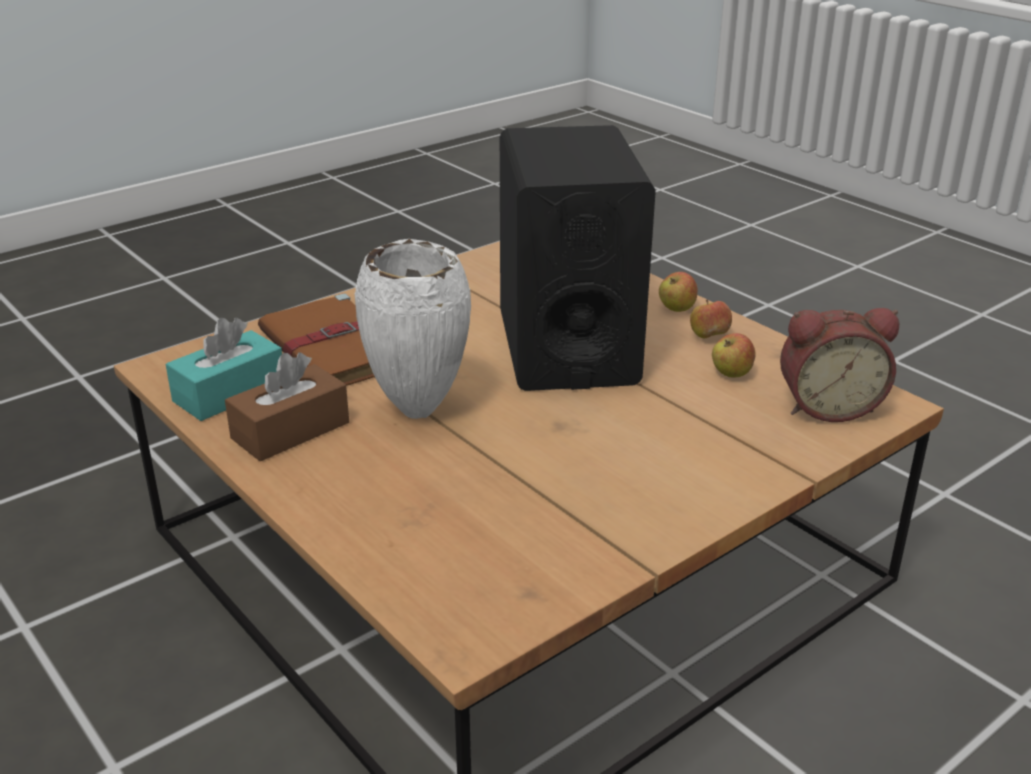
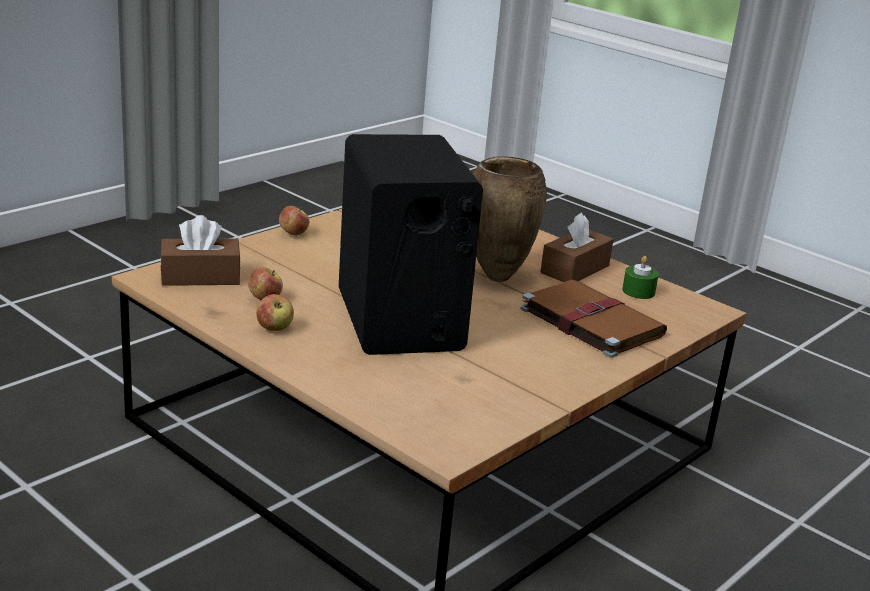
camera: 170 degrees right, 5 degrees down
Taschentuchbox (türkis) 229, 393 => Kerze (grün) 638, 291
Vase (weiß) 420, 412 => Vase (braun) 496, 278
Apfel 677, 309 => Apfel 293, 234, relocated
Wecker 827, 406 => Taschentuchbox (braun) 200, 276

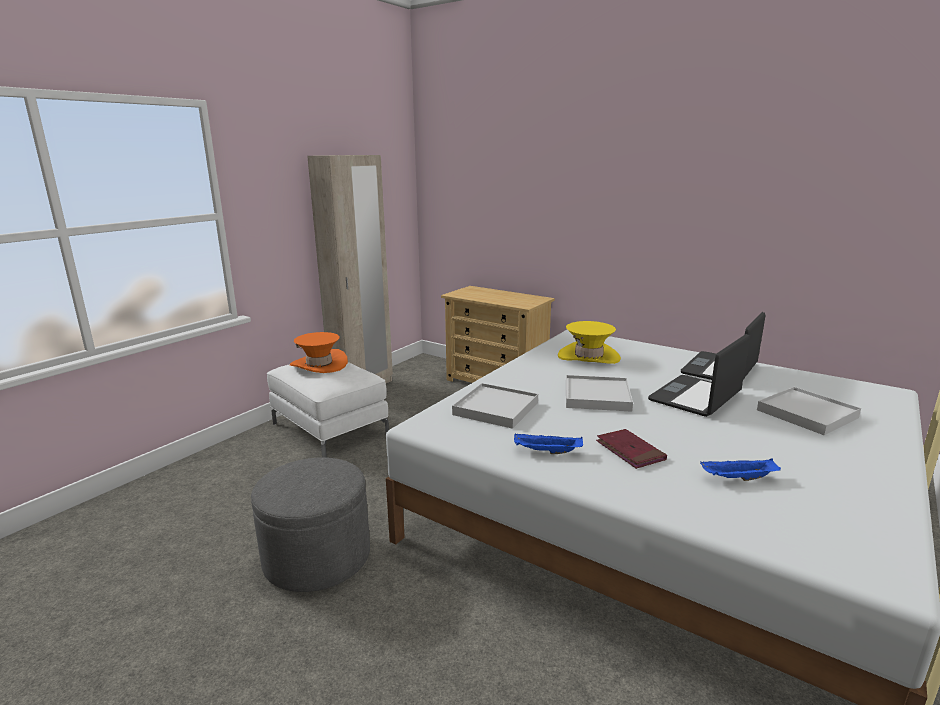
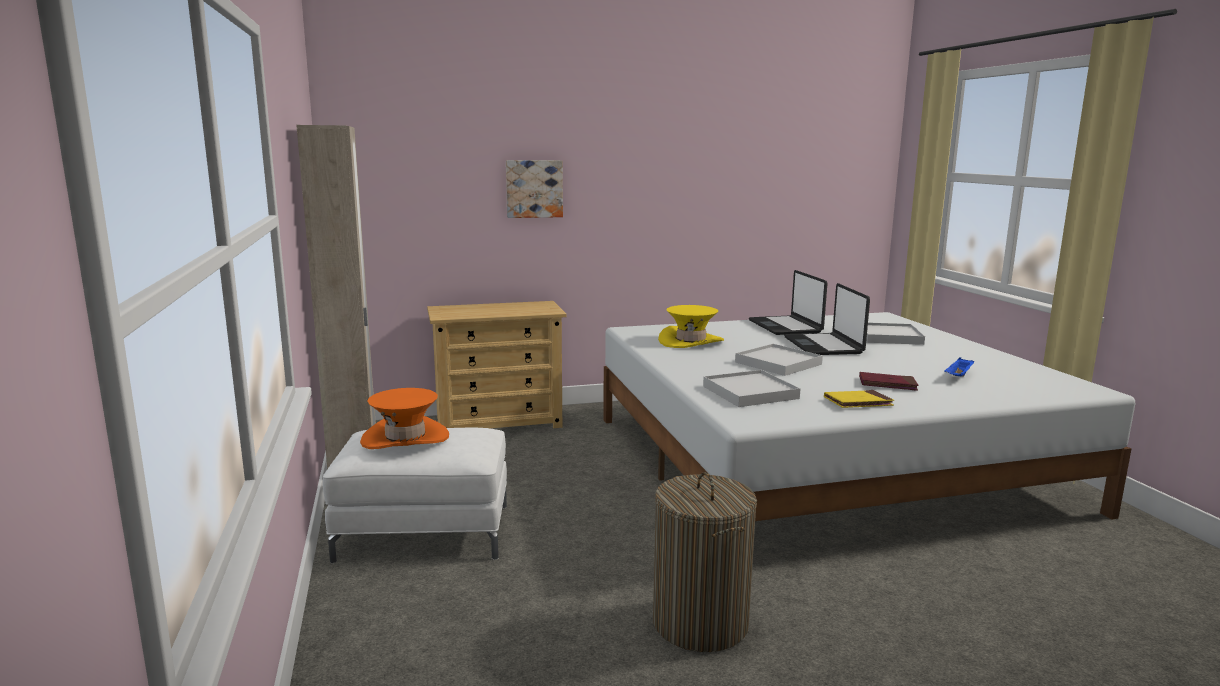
camera: 50 degrees left, 5 degrees down
Polsterhocker (grau) 317, 557 => Wäschekorb 700, 623
Tablett (blau) 546, 452 => Buch (gelb) 858, 402
nothing => Bild 534, 188

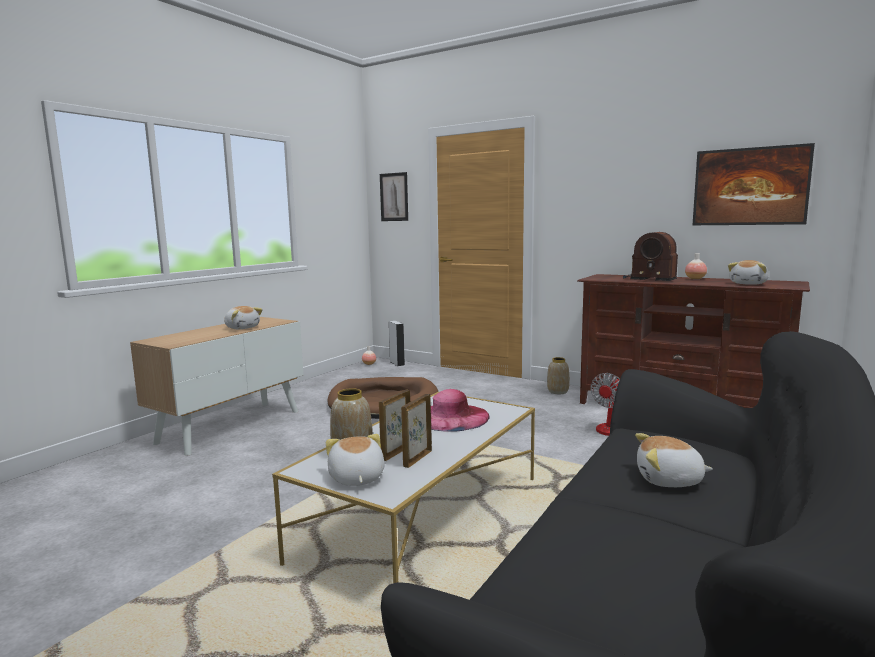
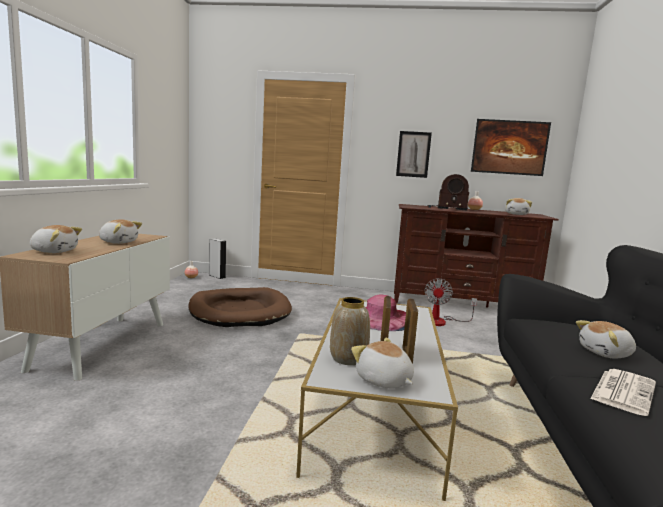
camera: 25 degrees left, 0 degrees up
Bild 394, 197 => Bild 413, 154, relocated
Vase 558, 392 => nothing
nothing => Plüschtier 54, 251
nothing => Zeitung 623, 391

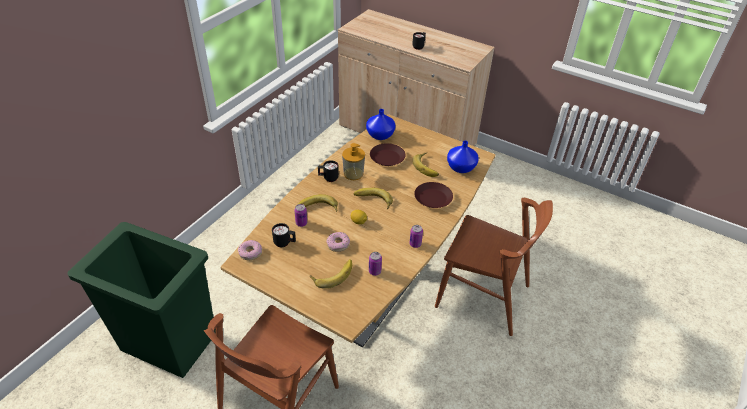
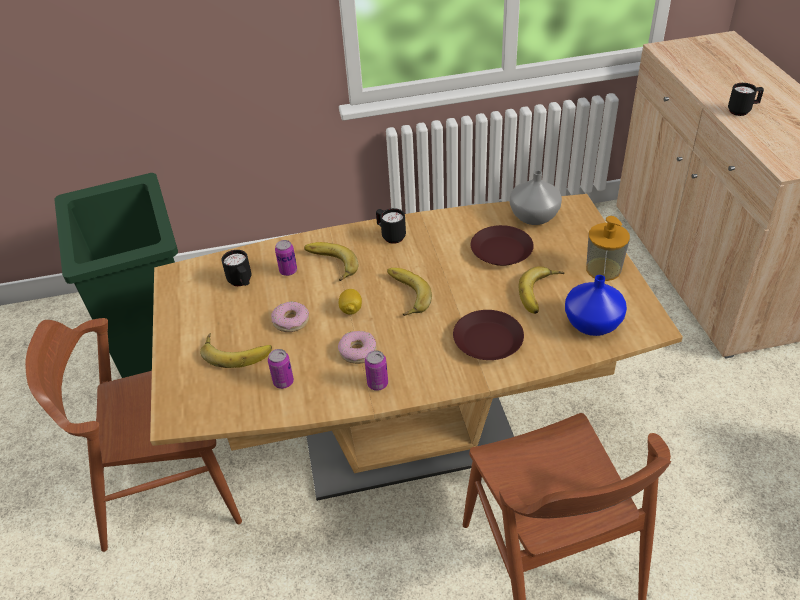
camera: 50 degrees right, 0 degrees up
Donut 250, 253 => Donut 358, 351, relocated
Seifenspender 353, 174 => Seifenspender 603, 269, relocated
Vase (blau) 380, 135 => Vase (grau) 533, 217

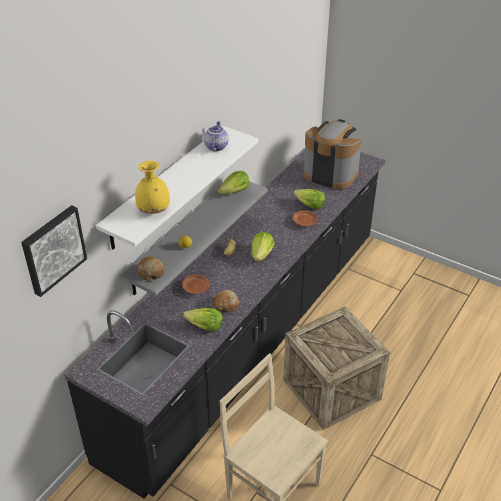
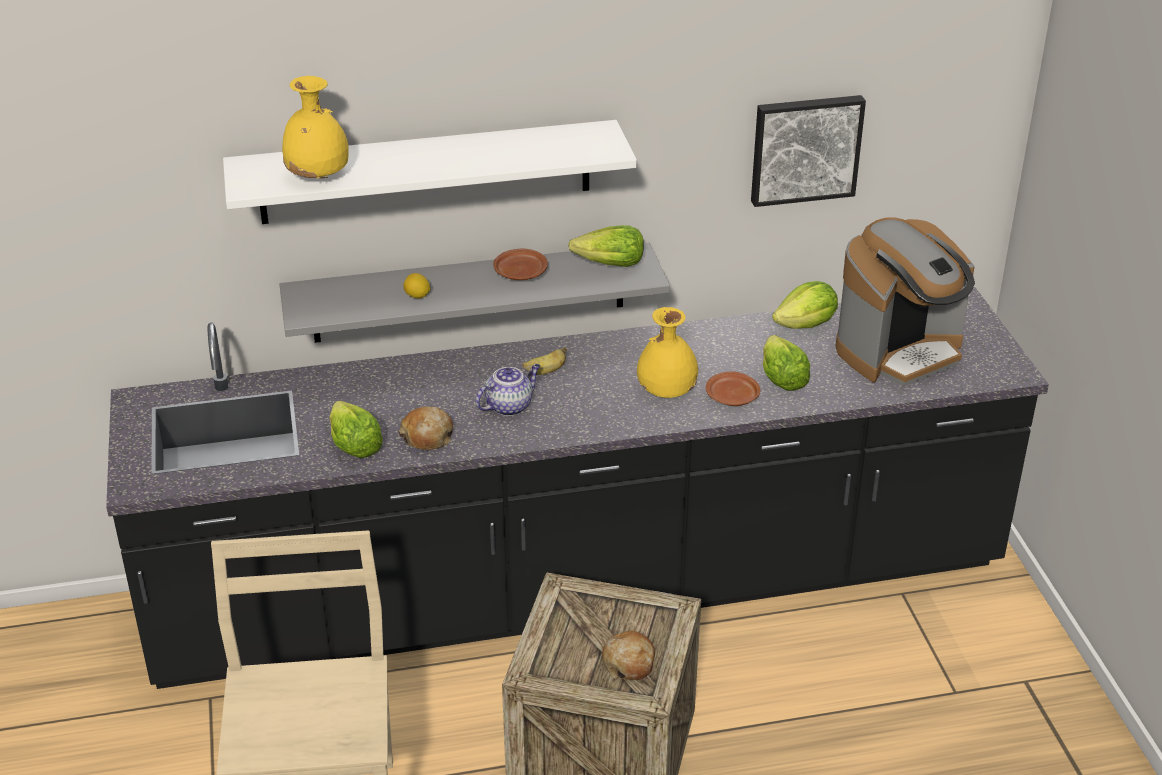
camera: 45 degrees right, 5 degrees down
Bild 53, 249 => Bild 805, 148, relocated
Brot 150, 272 => Brot 629, 662, relocated
Teller (braun) 195, 288 => Teller (braun) 520, 273, relocated
Teekanne 216, 146 => Teekanne 509, 406, relocated
Salatkopf 262, 254 => Salatkopf 806, 325, relocated
Kaffeemaschine 330, 174 => Kaffeemaschine 900, 352, 75 degrees clockwise
nothing => Vase (gelb) 666, 392

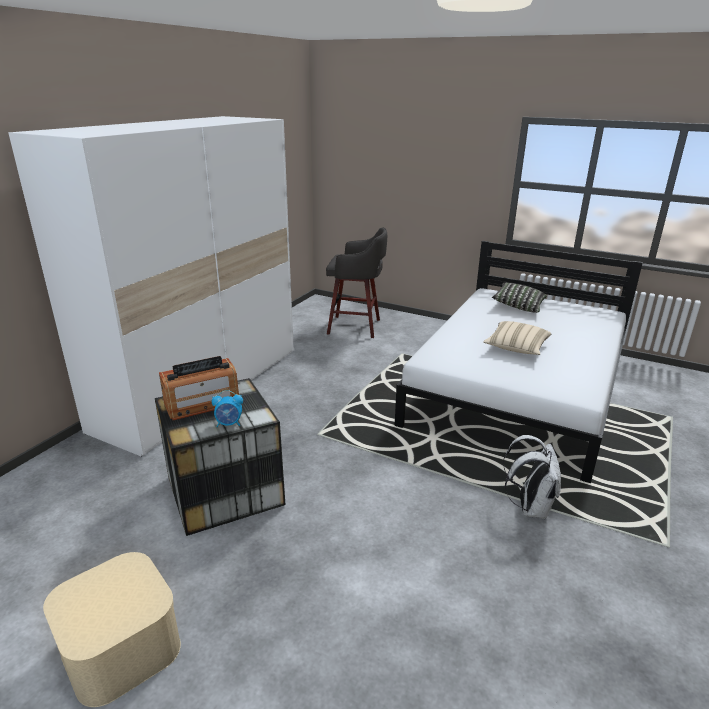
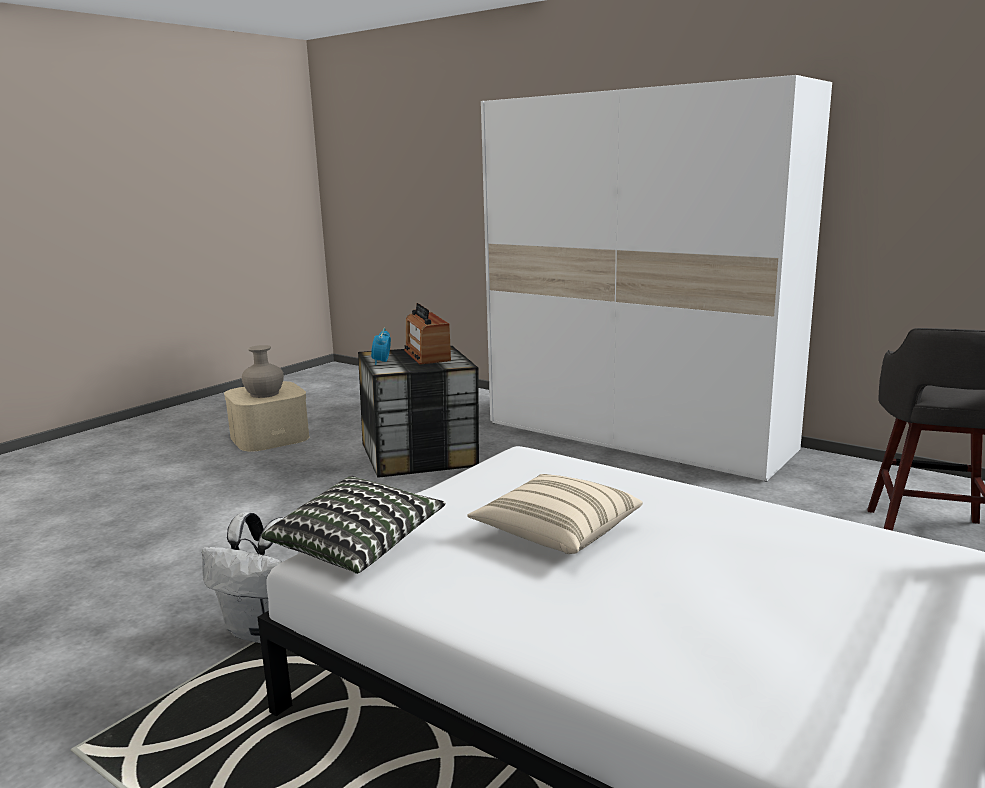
camera: 100 degrees right, 10 degrees down
Kissen 518, 306 => Kissen 357, 546, relocated
nothing => Vase (beige) 264, 393

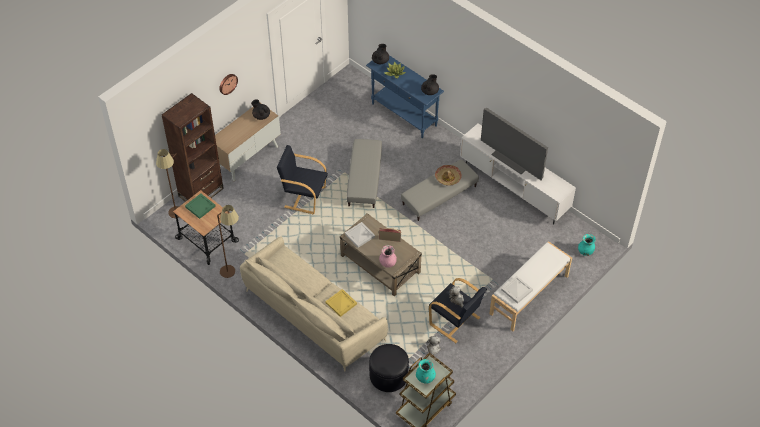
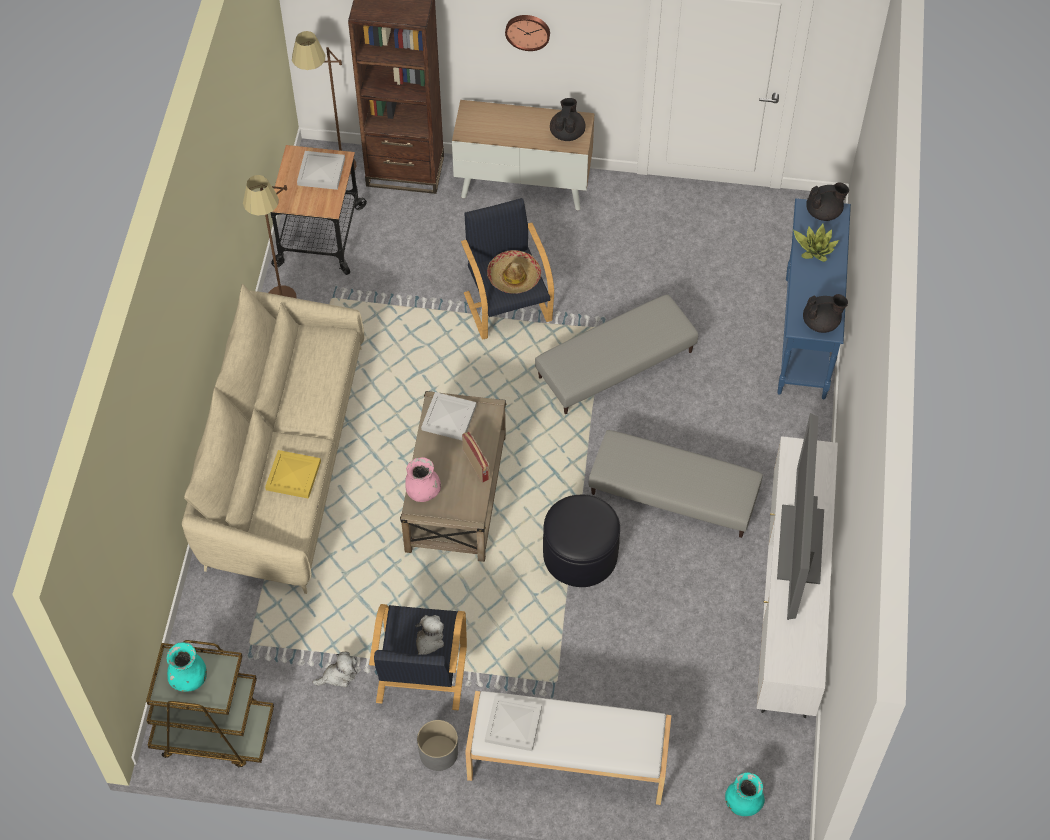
camera: 55 degrees right, 5 degrees up
Tablett (grün) 200, 206 => Tablett (weiß) 321, 172
Polsterhocker (schwarz) 388, 375 => Polsterhocker (schwarz) 580, 555, relocated
Hut 448, 177 => Hut 514, 277, relocated
nothing => Pflanzkübel (grau) 438, 753

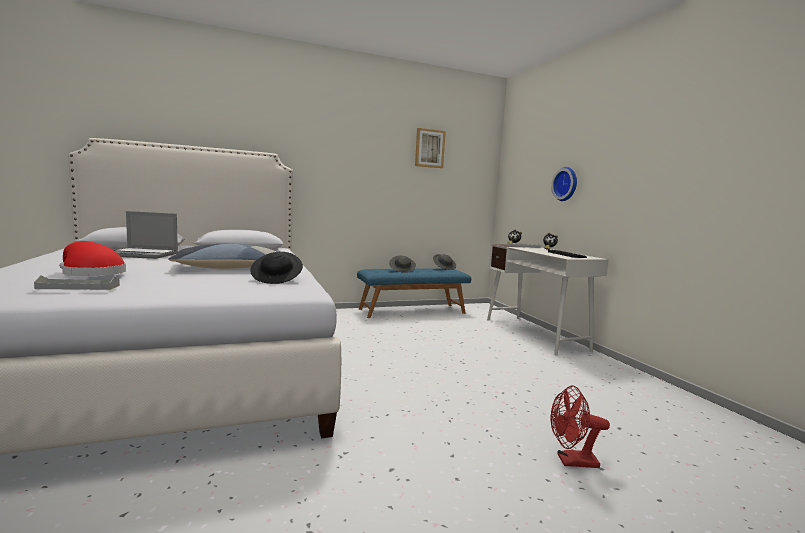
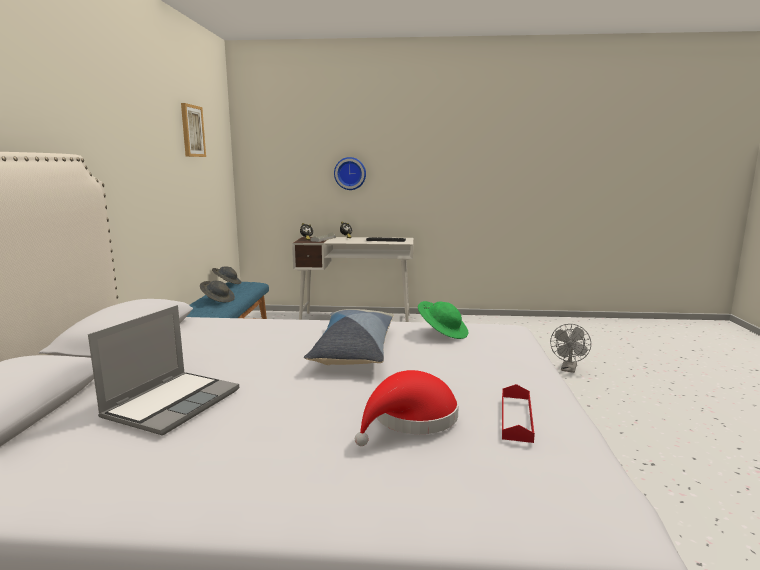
camera: 65 degrees left, 5 degrees up
Tablett (grau) 78, 287 => Tablett (rot) 516, 417
Hut (schwarz) 277, 279 => Hut (grün) 443, 333
Ventilator (rot) 571, 461 => Ventilator (grau) 568, 369

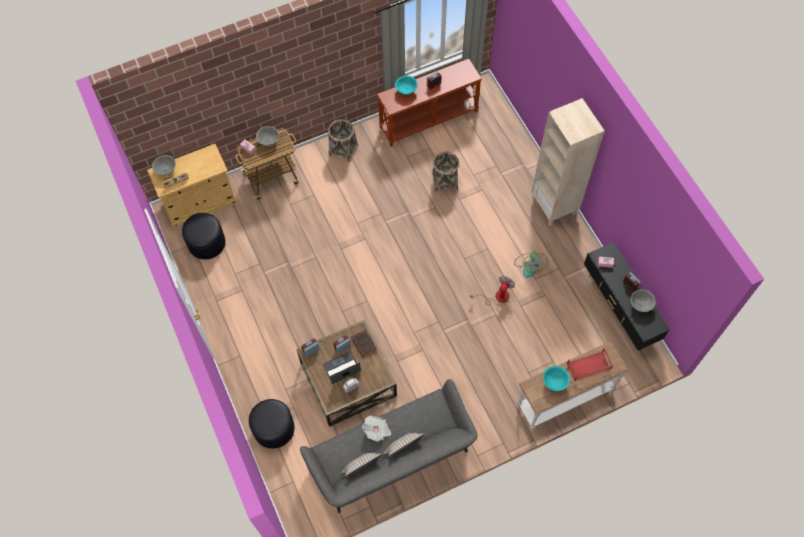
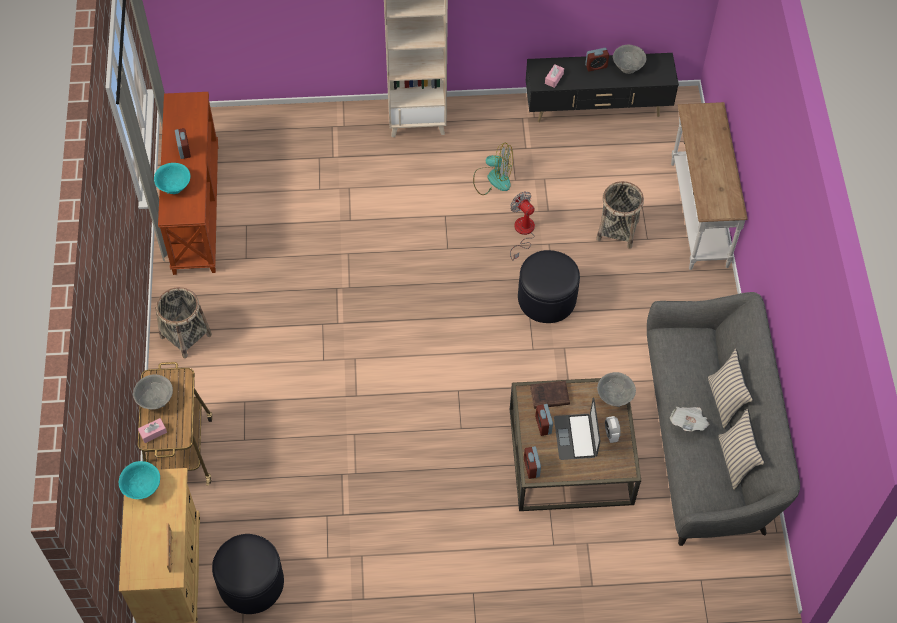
camera: 70 degrees left, 5 degrees down
Schüssel (grau) 166, 170 => Schüssel (grau) 614, 397, relocated
Polsterhocker (schwarz) 274, 428 => Polsterhocker (schwarz) 547, 298, relocated
Korb 445, 181 => Korb 617, 230, relocated
Schüssel (türkis) 554, 382 => Schüssel (türkis) 142, 487, relocated
Tablett (rot) 588, 367 => nothing

